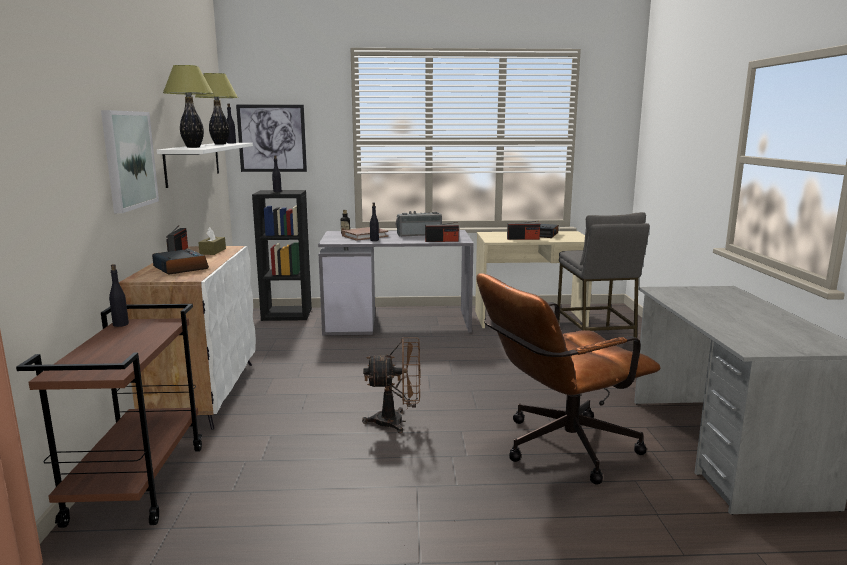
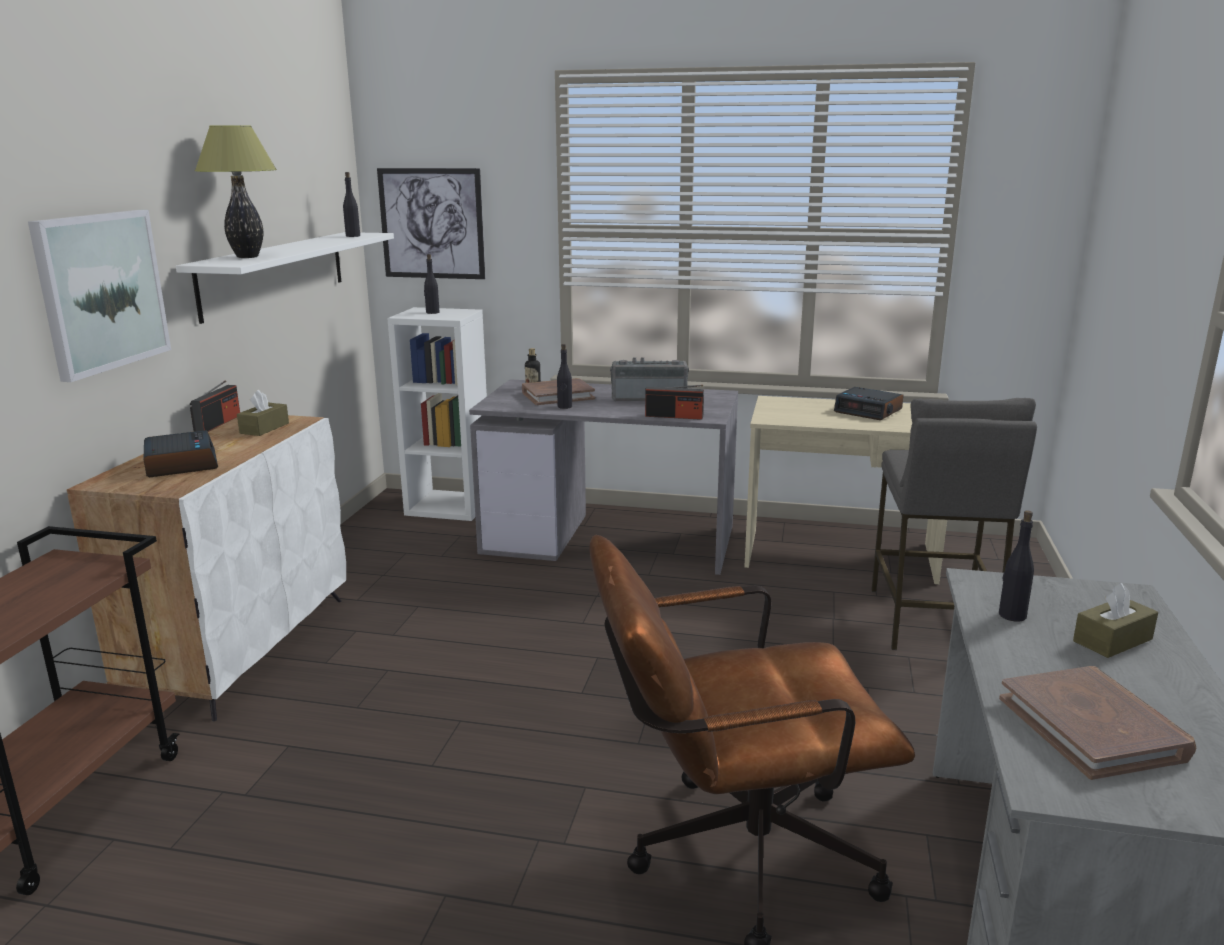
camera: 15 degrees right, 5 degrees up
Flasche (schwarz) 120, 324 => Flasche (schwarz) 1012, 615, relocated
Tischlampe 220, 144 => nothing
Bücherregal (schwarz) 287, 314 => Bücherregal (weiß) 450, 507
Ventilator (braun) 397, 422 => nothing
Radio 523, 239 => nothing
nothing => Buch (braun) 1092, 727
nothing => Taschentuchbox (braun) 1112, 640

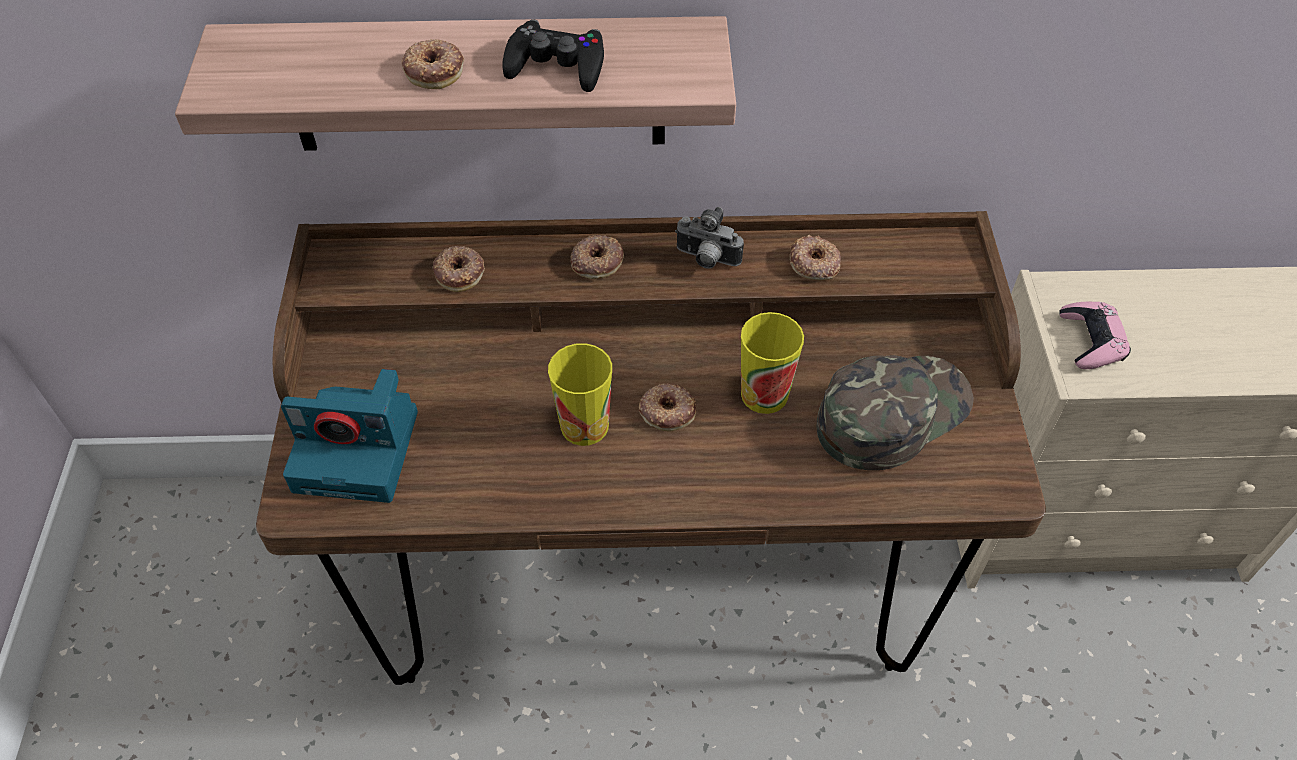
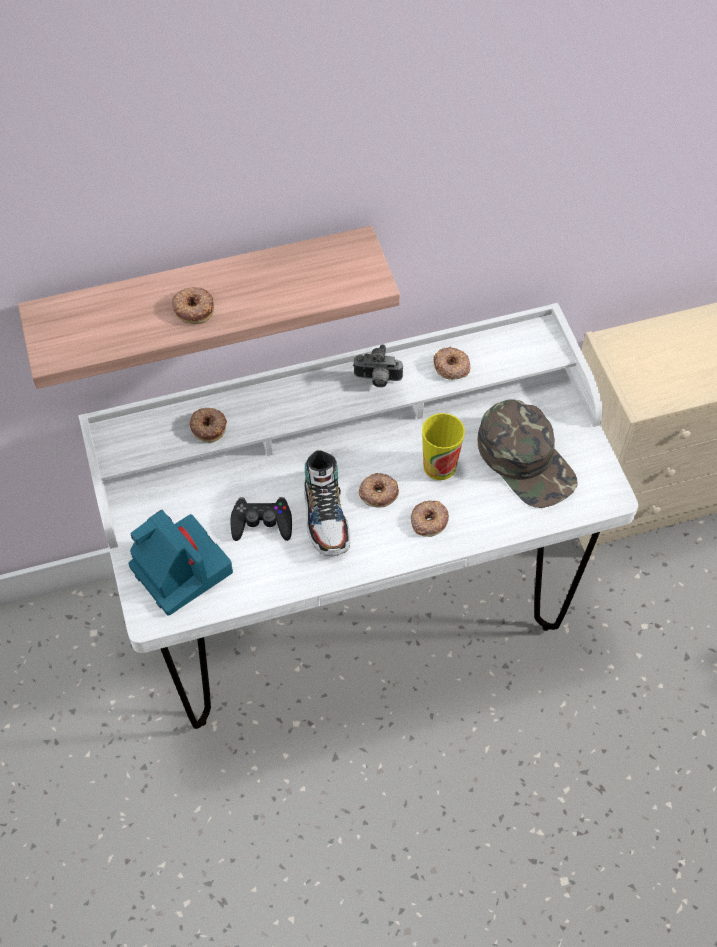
camera: 15 degrees left, 5 degrees up
Schreibtisch (braun) 648, 586 => Schreibtisch (weiß) 357, 612
Kamera 360, 450 => Kamera 179, 568, 120 degrees counterclockwise
Gamepad (schwarz) 556, 65 => Gamepad (schwarz) 262, 523, relocated
Tasse 584, 425 => Schuh 326, 516
Donut 596, 261 => Donut 428, 520, relocated
Kappe (grün) 891, 413 => Kappe (grün) 526, 460, 105 degrees clockwise
Gamepad (rosa) 1091, 340 => nothing

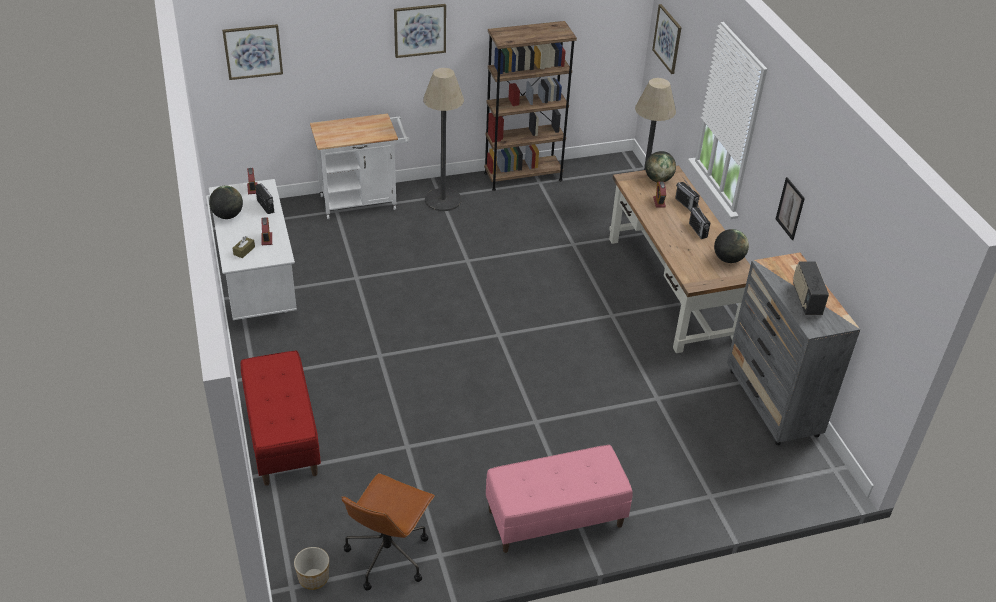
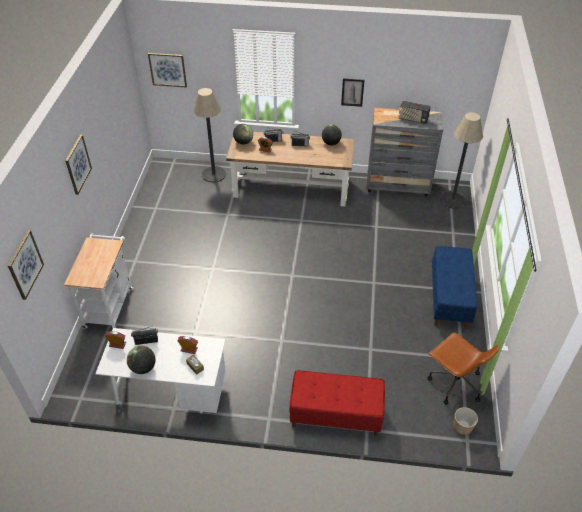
camera: 65 degrees left, 5 degrees up
Stehlampe 443, 200 => Stehlampe 453, 200, relocated
Bücherregal (braun) 523, 176 => nothing
Bank (rosa) 555, 519 => Bank (blau) 449, 298

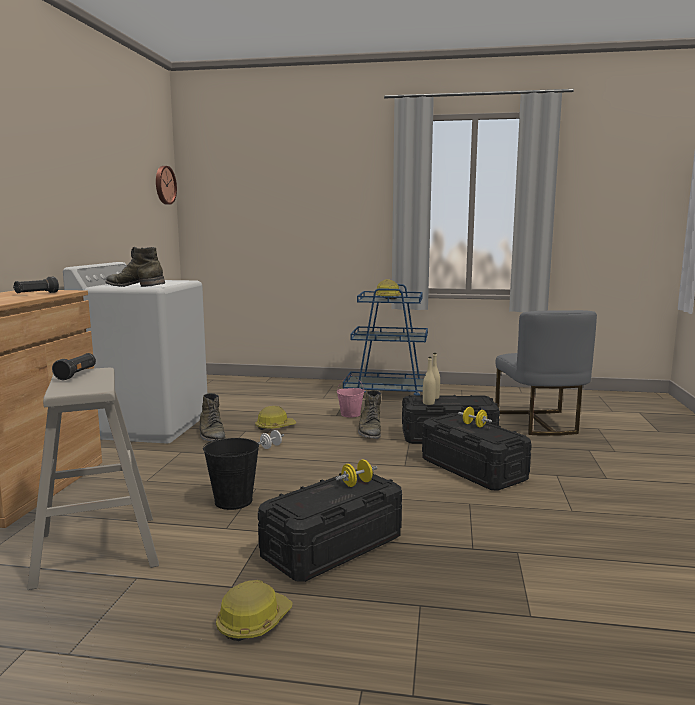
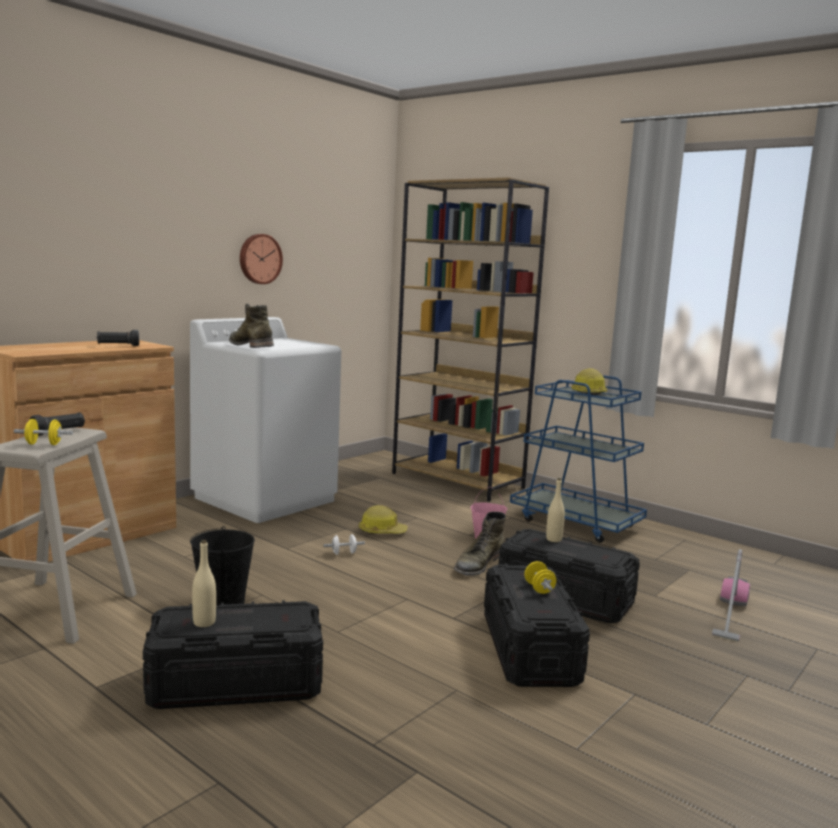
camera: 30 degrees right, 0 degrees up
Wanduhr 164, 185 => Wanduhr 259, 259, relocated
Stiefel (grün) 212, 435 => nothing
Schutzhelm 253, 622 => nothing
Hantel (gelb) 356, 483 => Hantel (gelb) 44, 444, relocated
Flasche (beige) 428, 403 => Flasche (beige) 204, 622, relocated
Stuhl (grau) 539, 423 => Staubsauger 730, 614
nothing => Bücherregal (braun) 458, 481

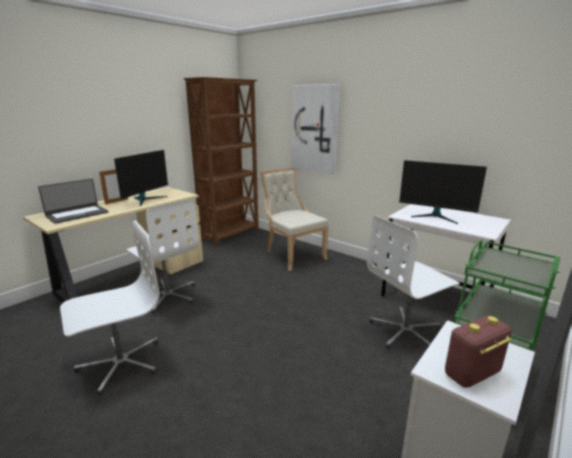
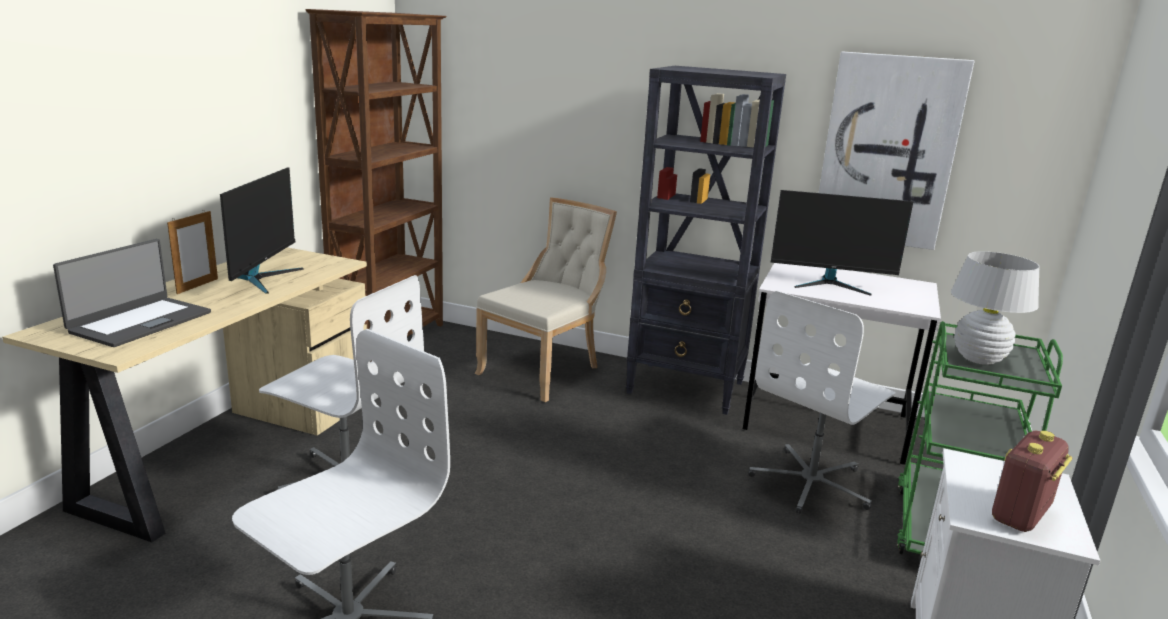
camera: 20 degrees left, 0 degrees up
Stuhl (beige) 292, 255 => Stuhl (beige) 544, 371, 90 degrees clockwise
Bild 315, 129 => Bild 888, 151, relocated
nothing => Bücherregal (schwarz) 686, 388
nothing => Tischlampe (weiß) 978, 359

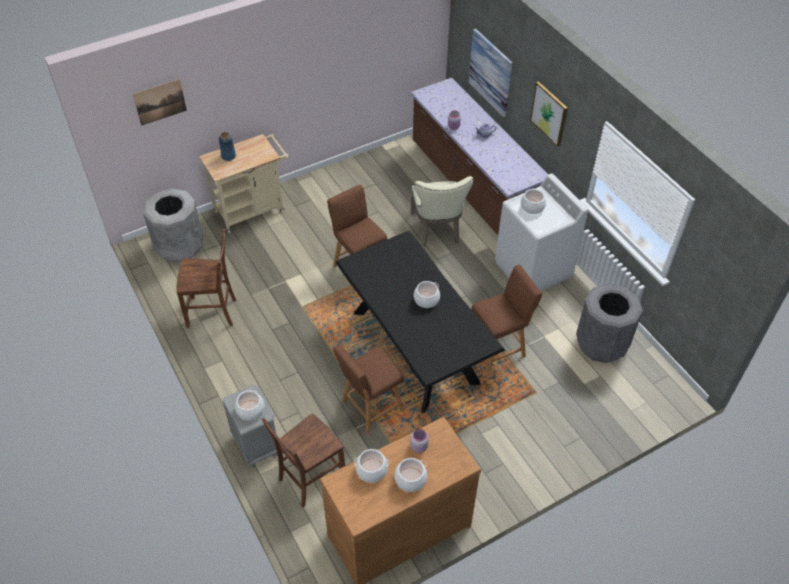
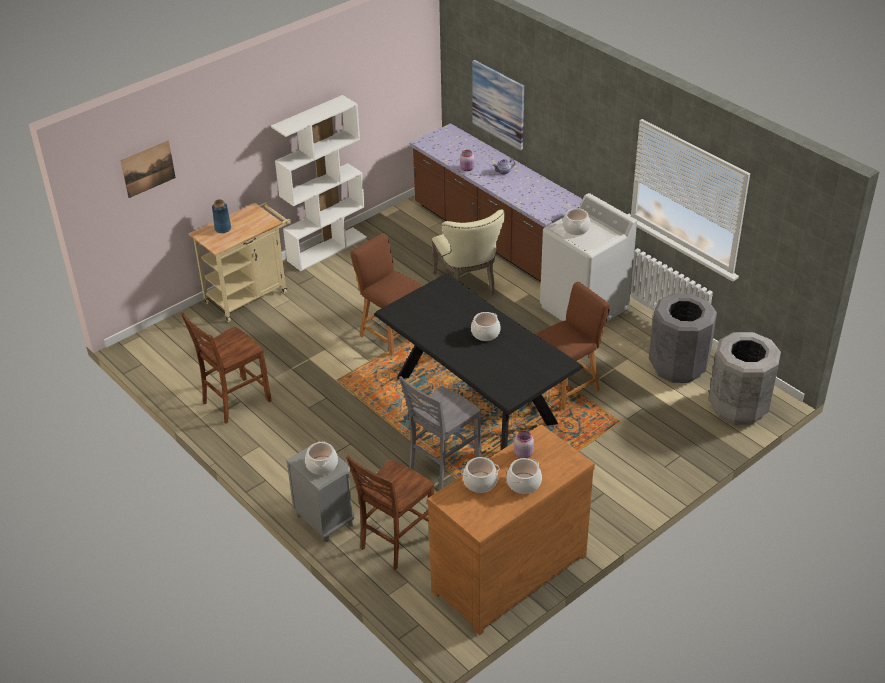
camera: 10 degrees left, 10 degrees down
Mülleimer (grau) 180, 247 => Mülleimer (grau) 738, 407, relocated
Stuhl (braun) 213, 313 => Stuhl (braun) 234, 401, 150 degrees clockwise
Hocker (braun) 370, 408 => Stuhl (grau) 442, 465
Bild 549, 113 => nothing
nothing => Bücherregal (weiß) 327, 248

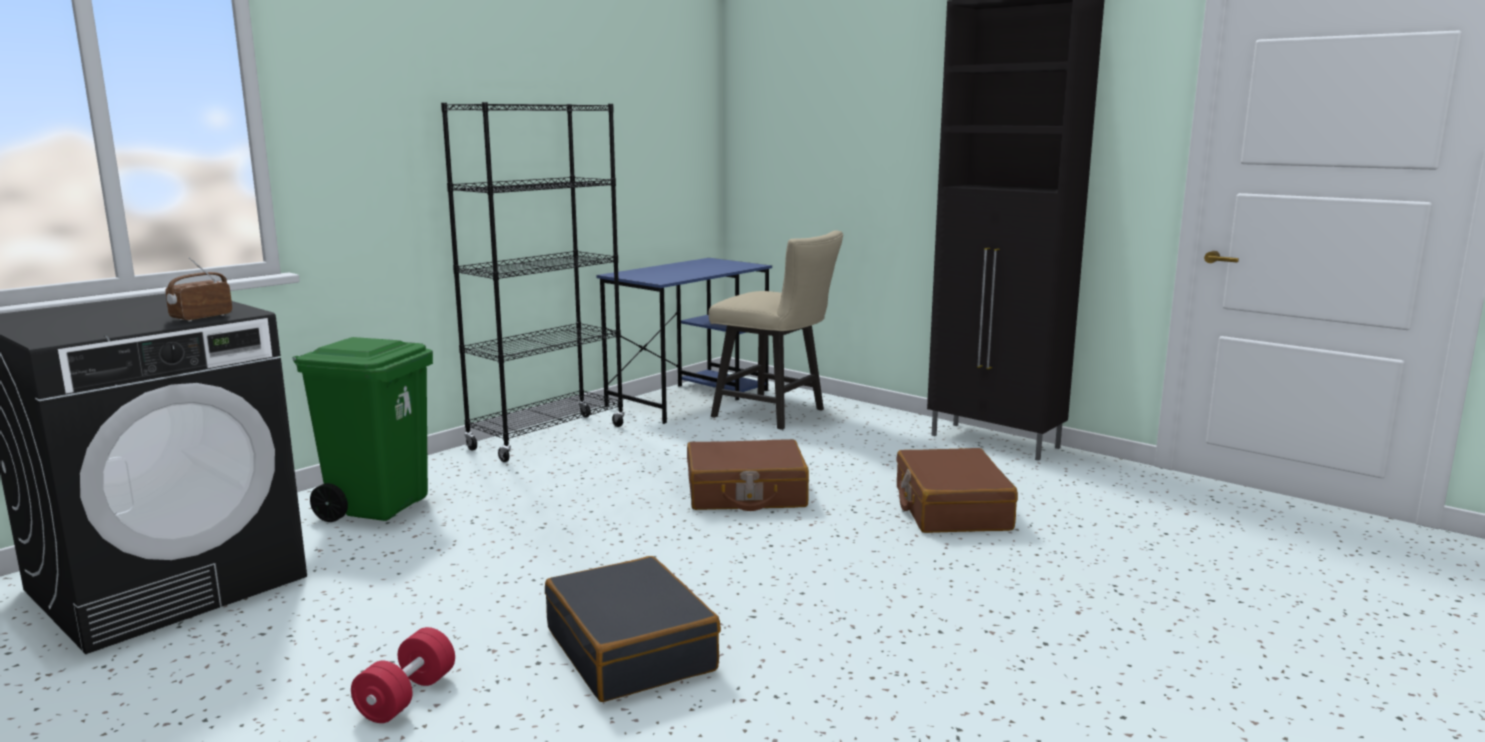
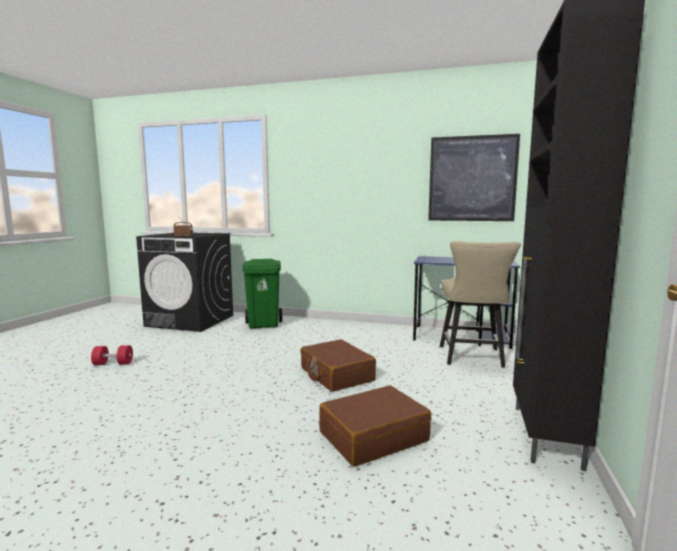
camera: 65 degrees right, 5 degrees down
Bücherregal (schwarz) 547, 437 => nothing
Koffer (schwarz) 631, 649 => nothing
nothing => Bild 472, 179

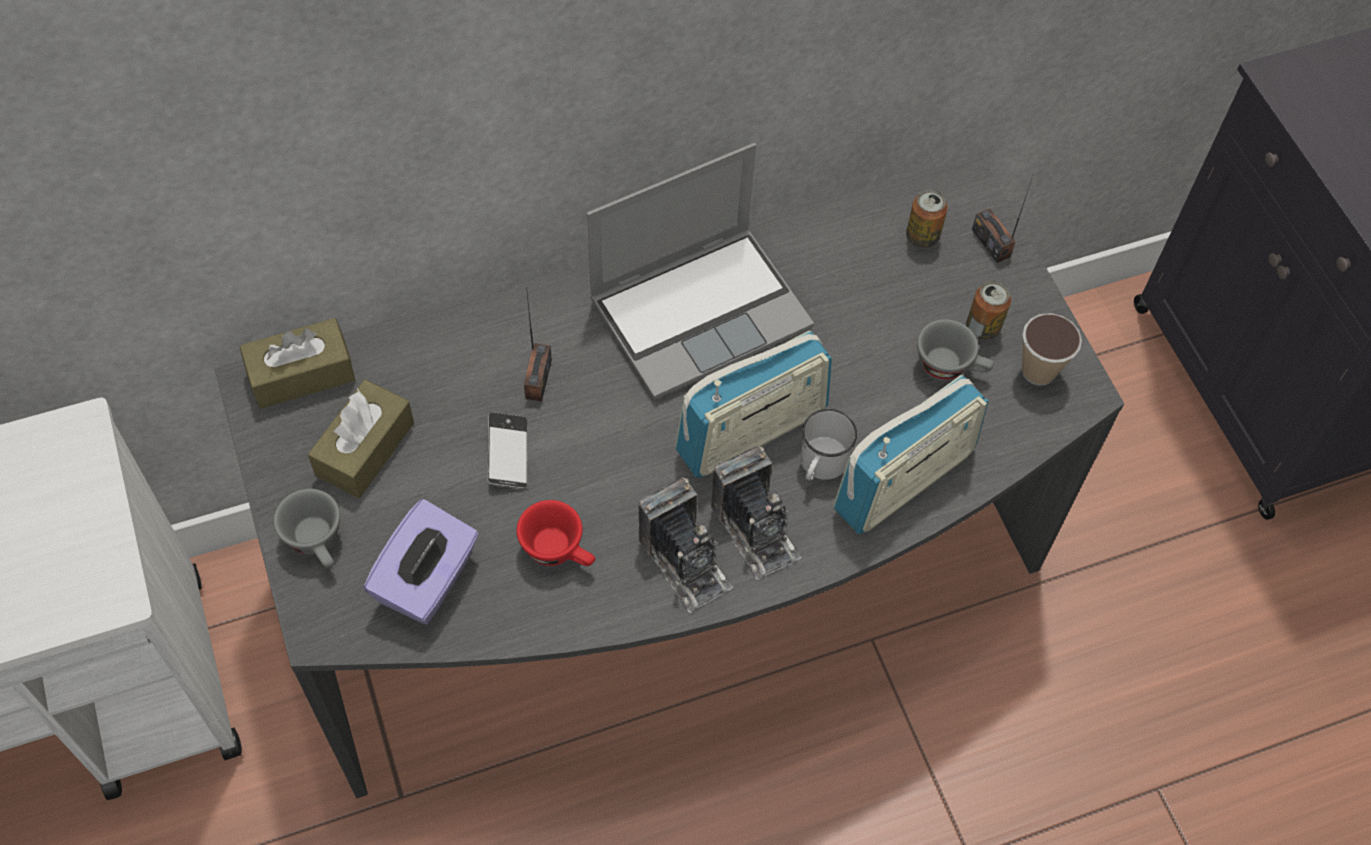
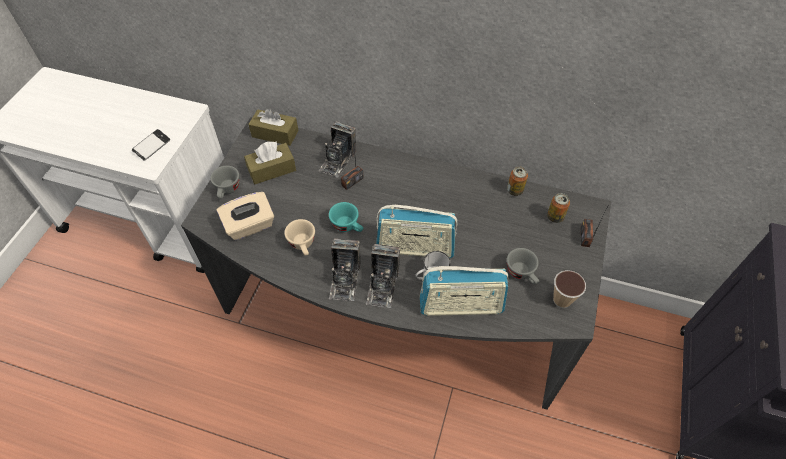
camera: 40 degrees right, 5 degrees down
Taschentuchbox (lila) 428, 580 => Taschentuchbox (beige) 250, 226
Handy 508, 454 => Handy 152, 147, relocated
Tasse (rot) 560, 551 => Tasse (beige) 303, 245
Laptop 701, 311 => nothing
Dose 983, 327 => Dose 514, 190, relocated
nothing => Kamera 338, 160
nothing => Tasse (türkis) 348, 226

